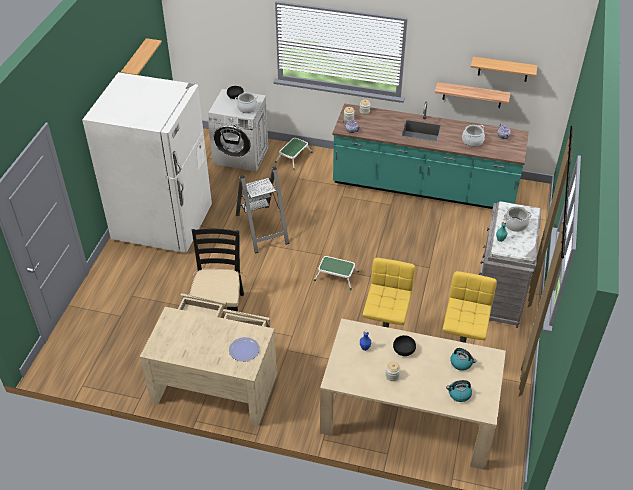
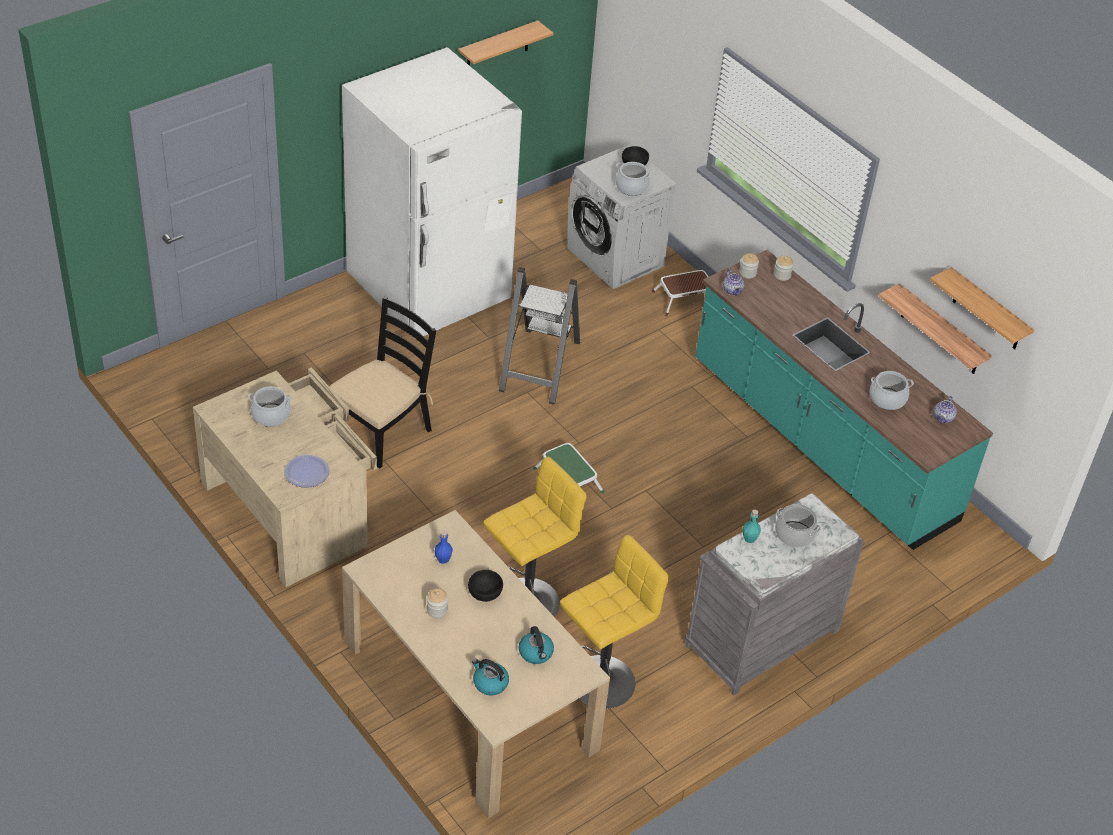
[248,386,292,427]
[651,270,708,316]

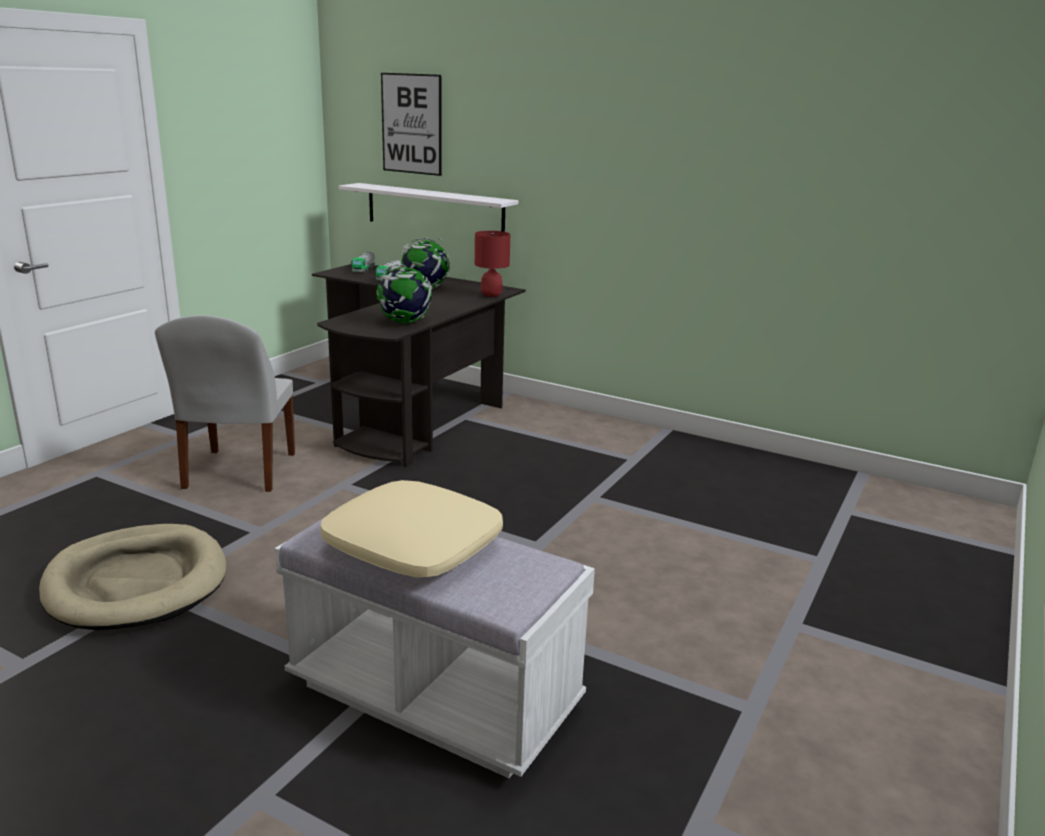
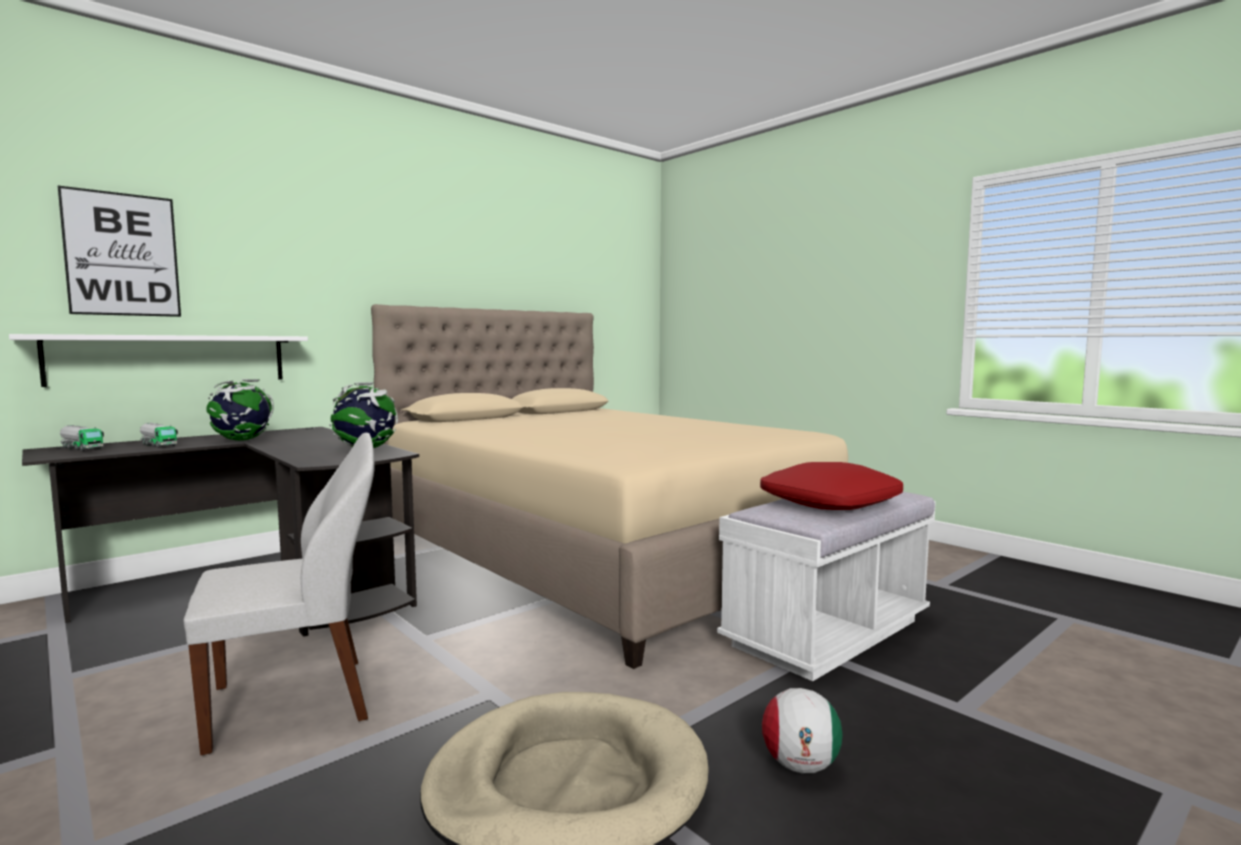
[475,231,510,297] (first image)
[371,304,848,669]
[762,688,843,773]
[760,462,903,510]
[184,433,375,755]

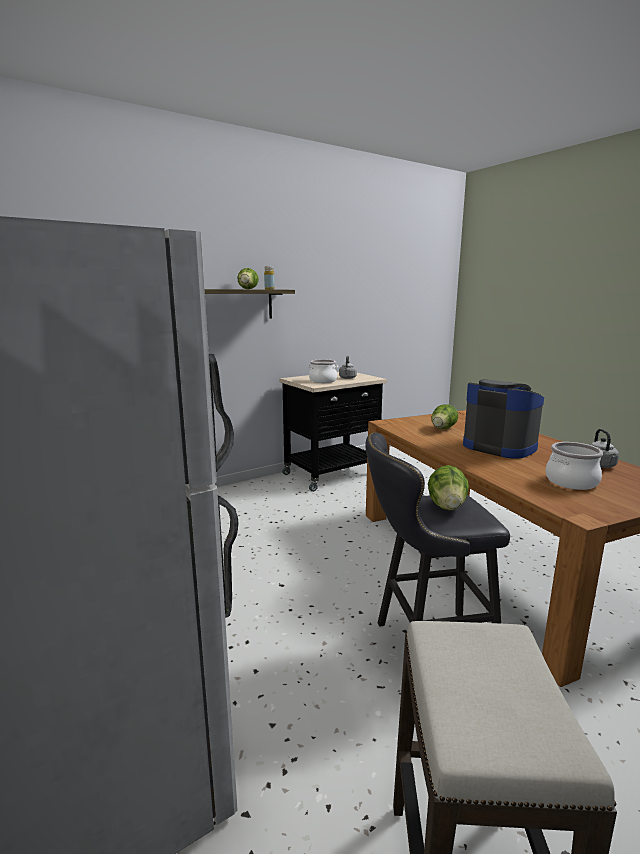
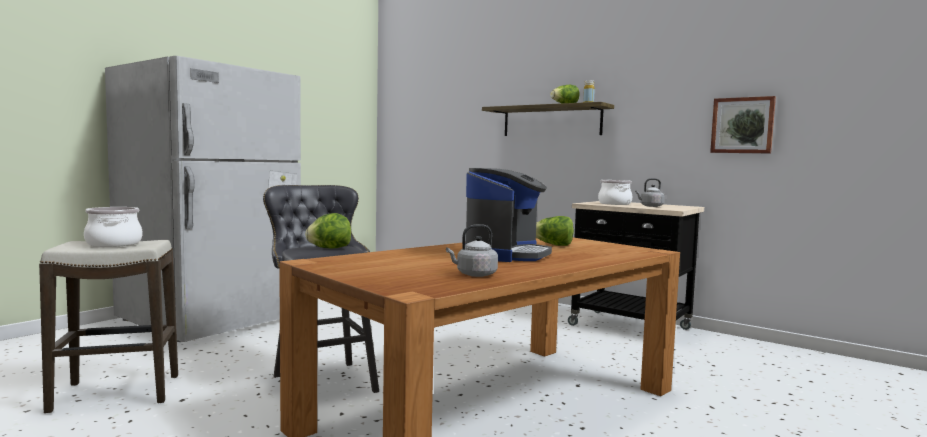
[710,96,776,153]
[84,207,143,247]

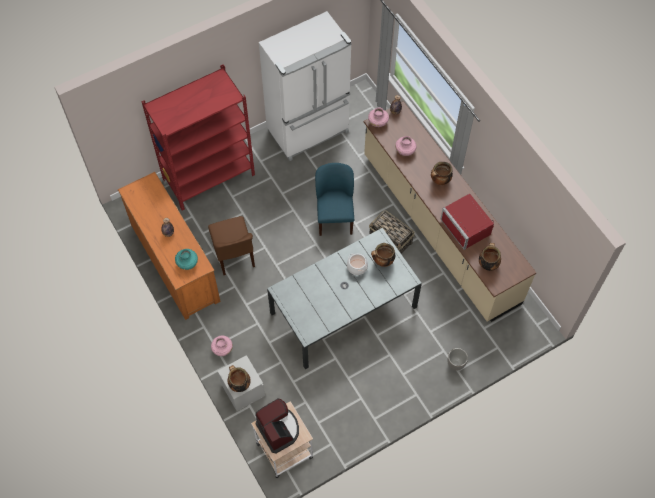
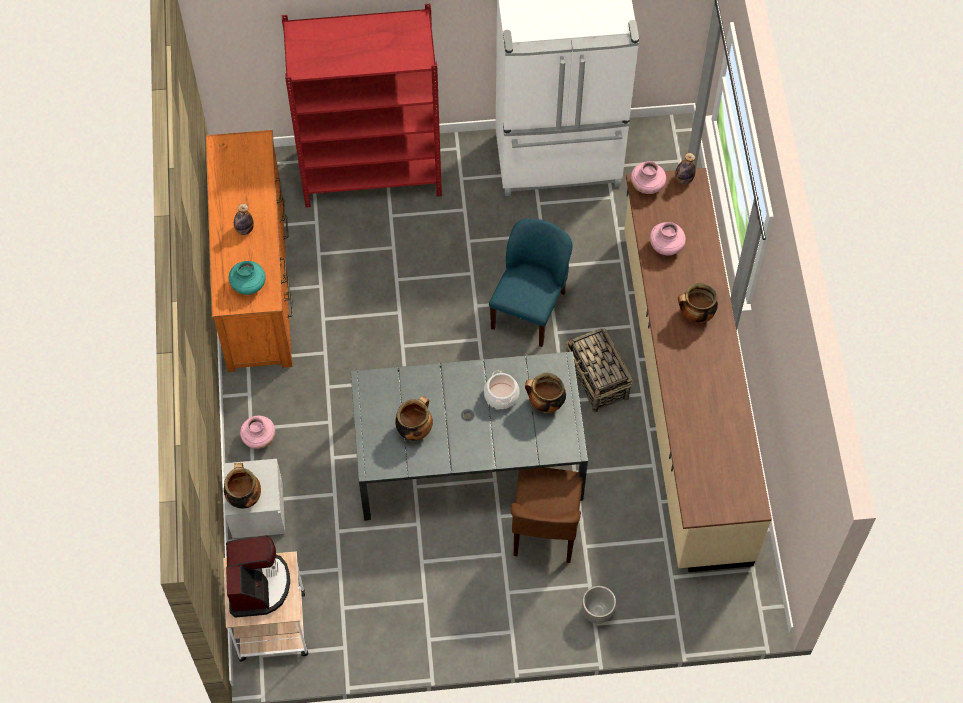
[440,193,494,250] (first image)
[511,467,583,563]
[395,396,433,441]

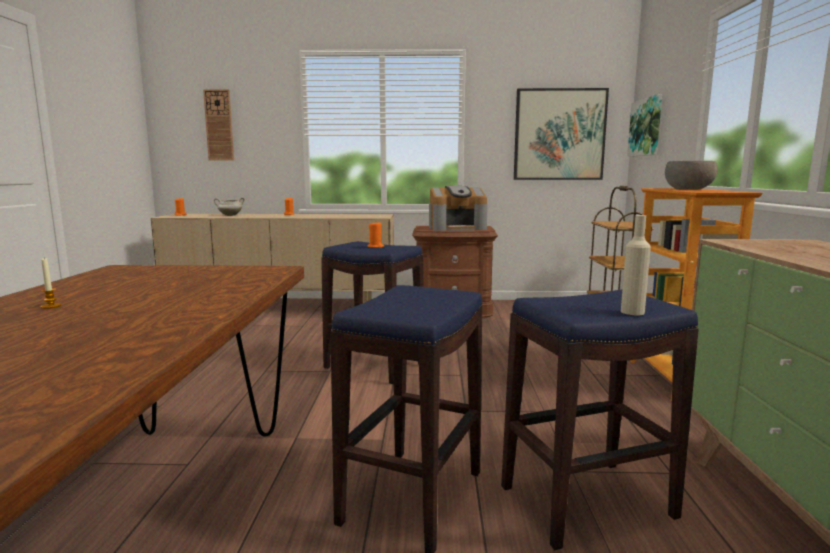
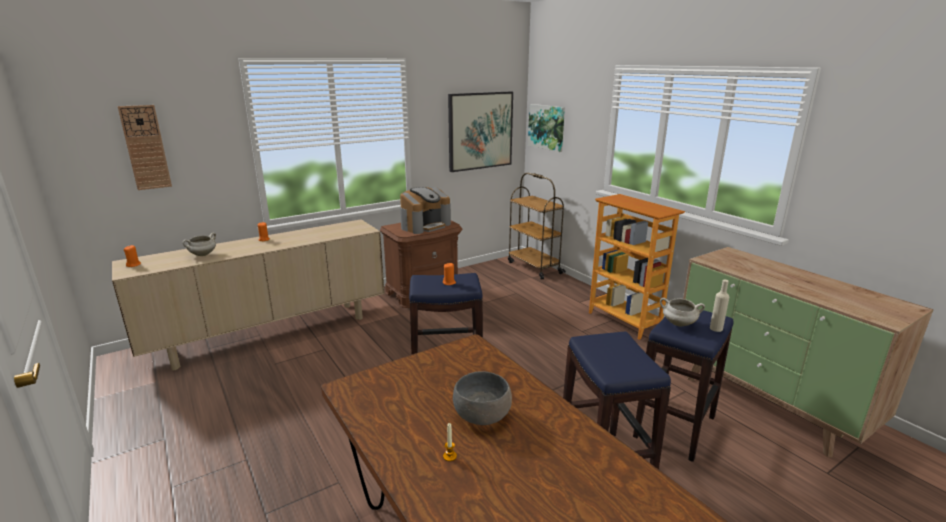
[660,298,705,327]
[453,371,512,425]

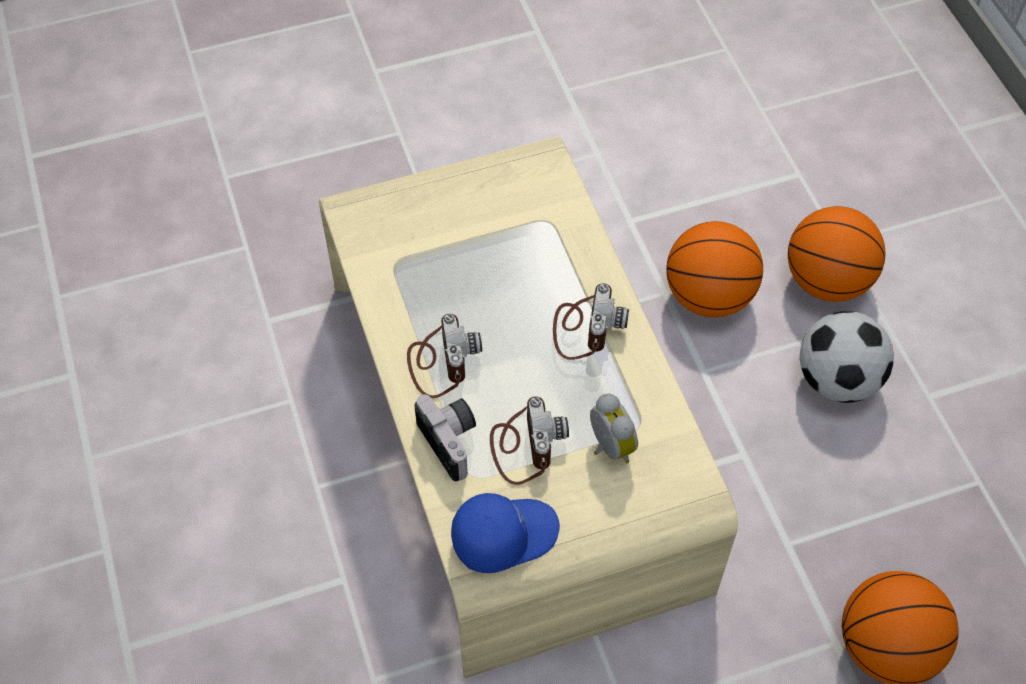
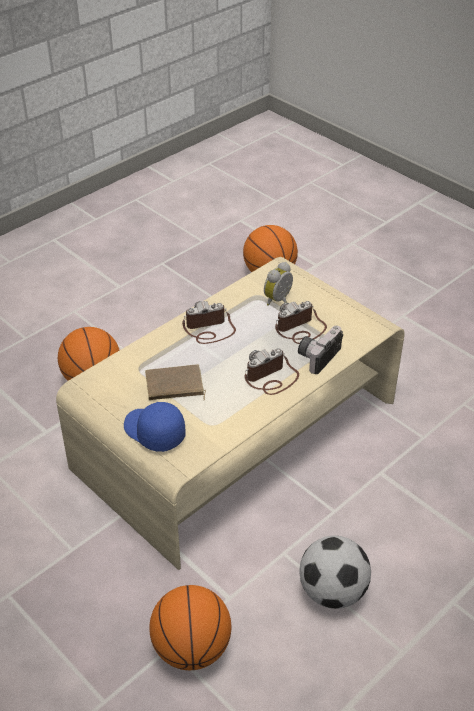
[145,364,206,401]
[124,402,186,452]
[149,585,231,670]
[299,535,371,609]

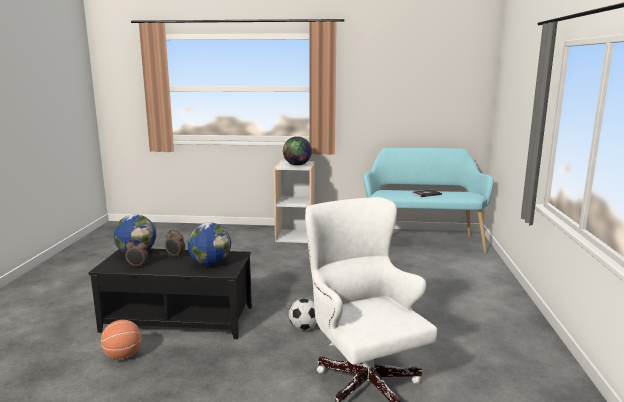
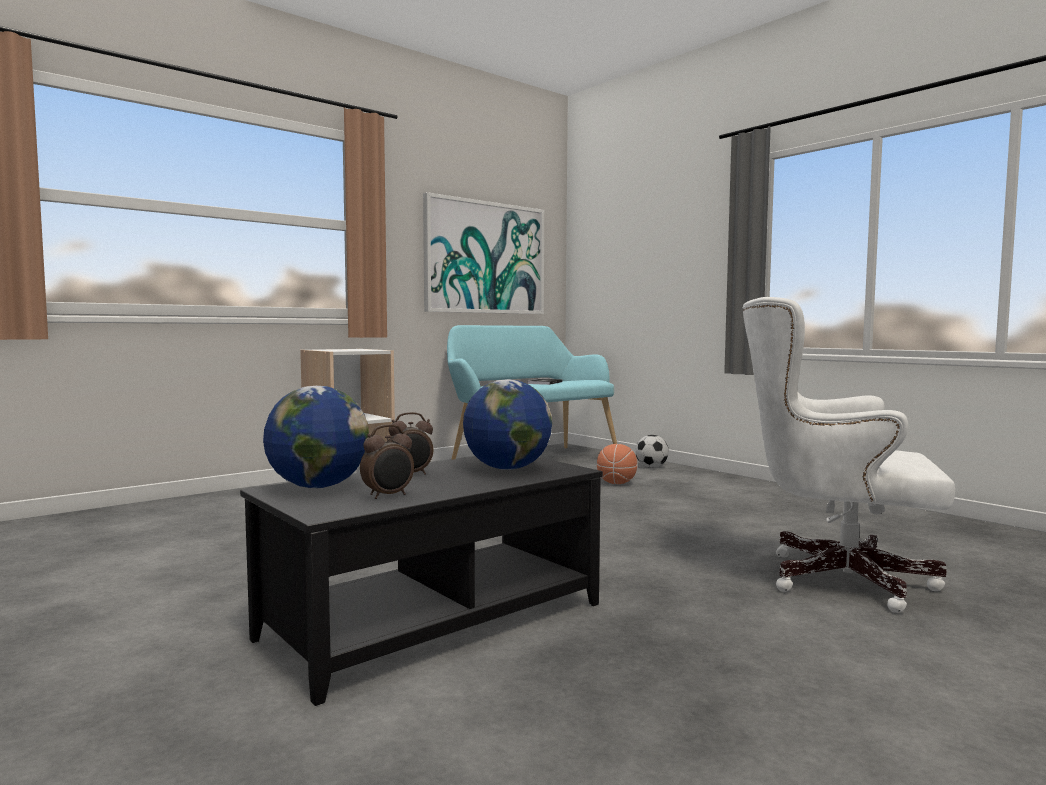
[283,136,312,166] (first image)
[423,192,544,314]
[597,444,637,484]
[635,435,669,468]

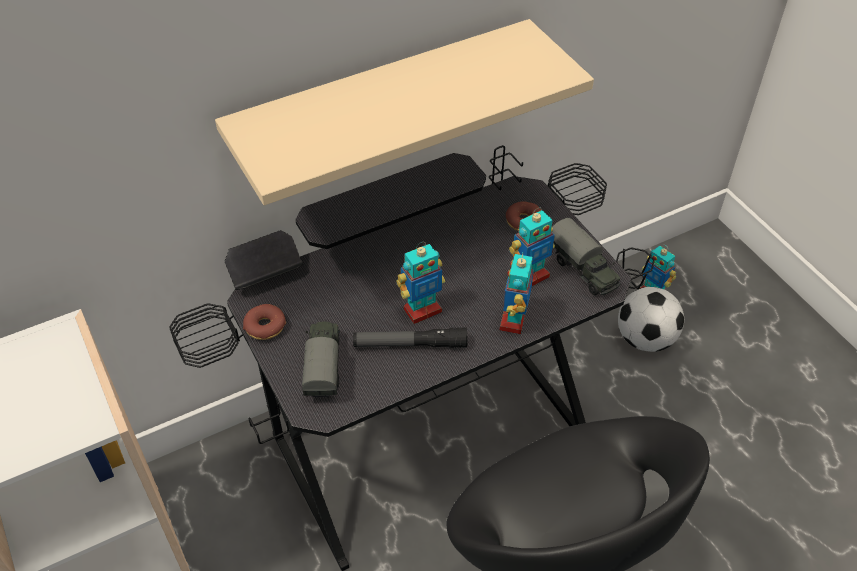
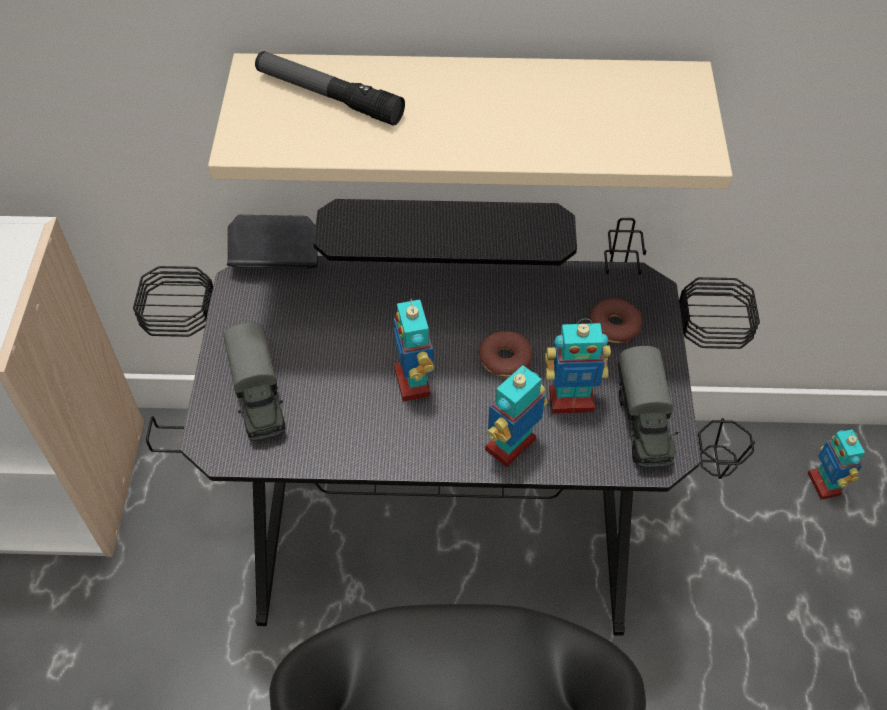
[618,287,684,352] (first image)
[478,331,532,377]
[255,51,405,126]
[223,322,285,441]
[394,299,434,402]

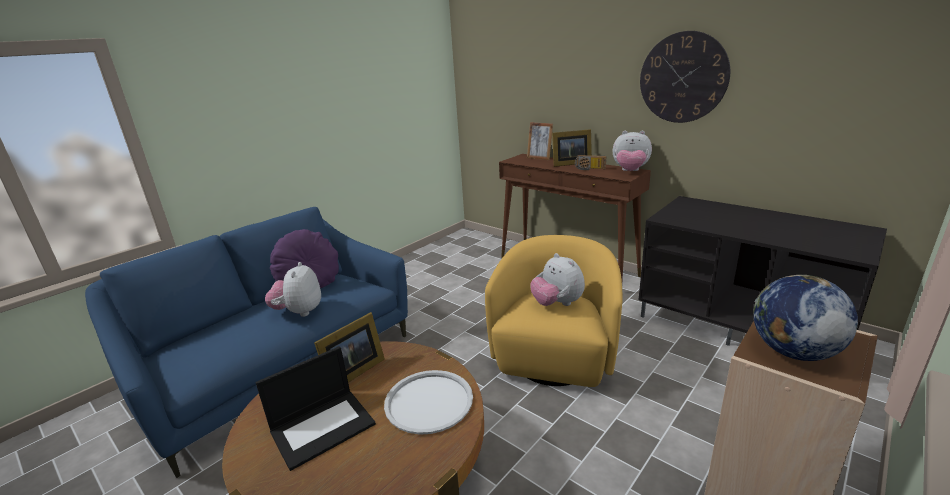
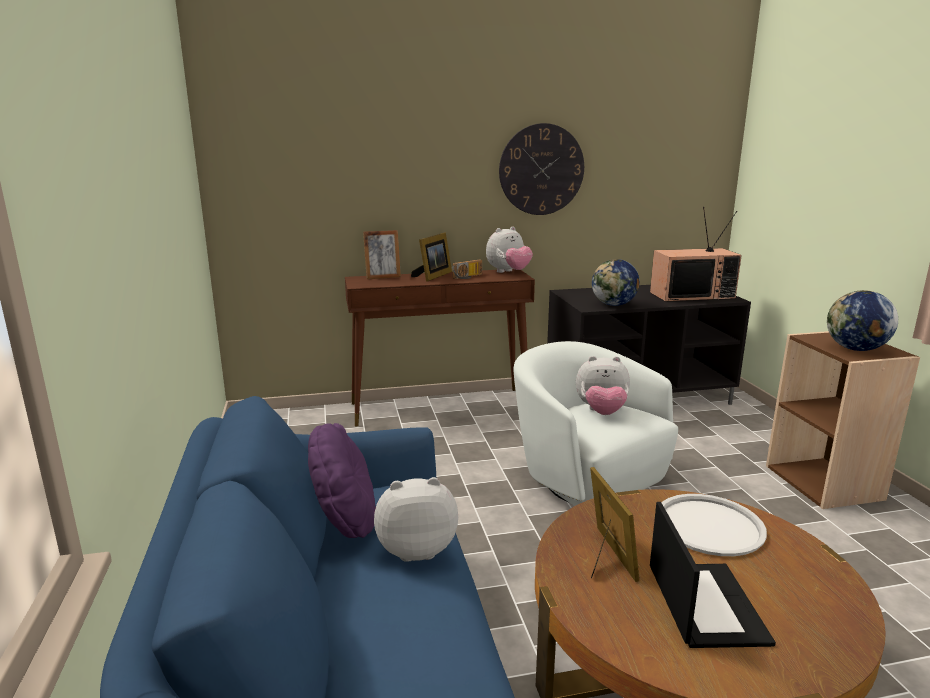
[592,259,640,306]
[650,207,742,302]
[514,341,678,506]
[374,477,458,562]

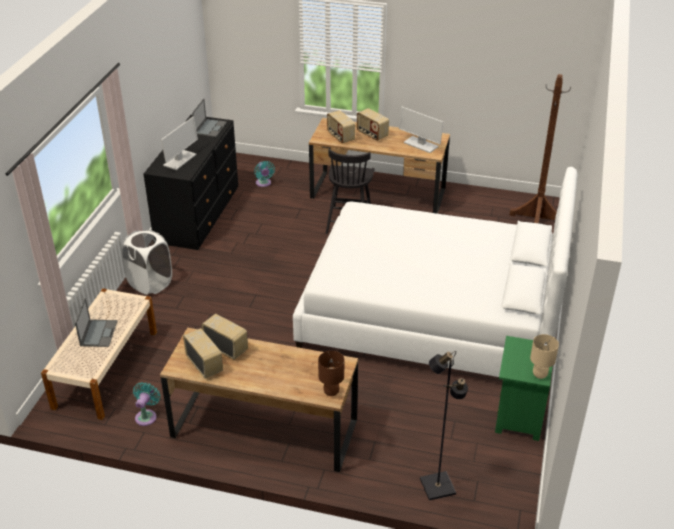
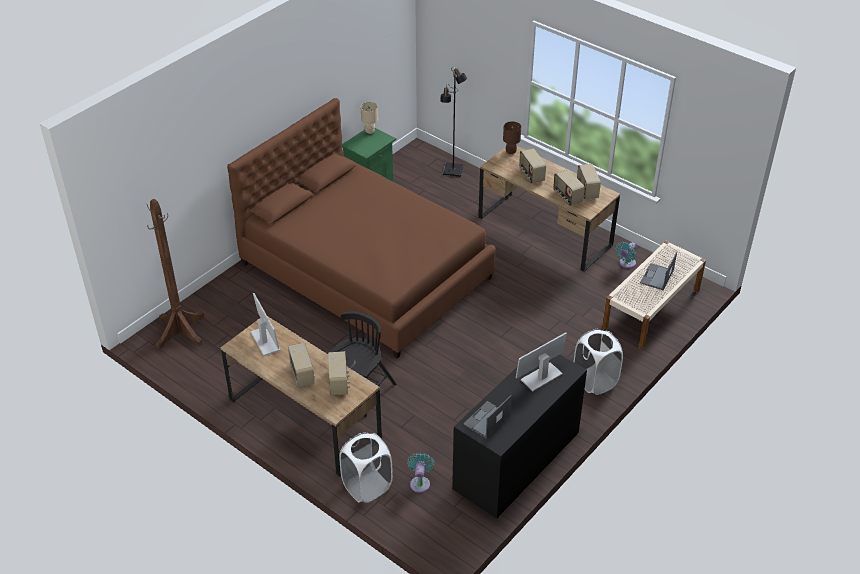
[339,432,393,503]
[519,148,546,184]
[227,98,495,358]

